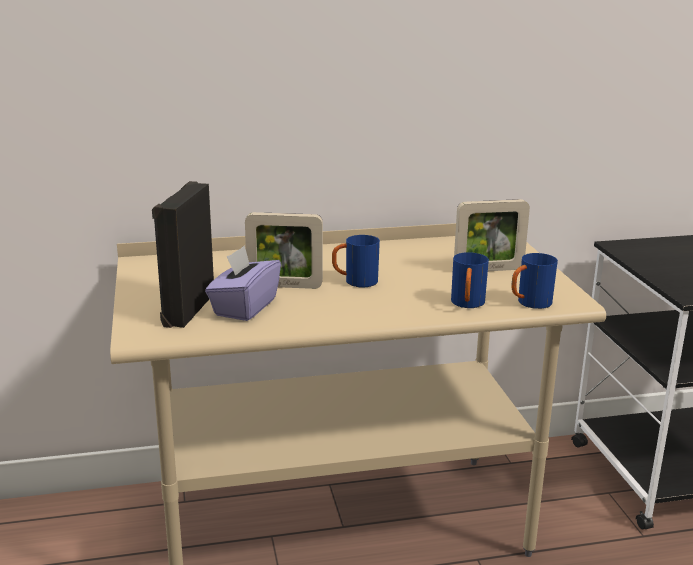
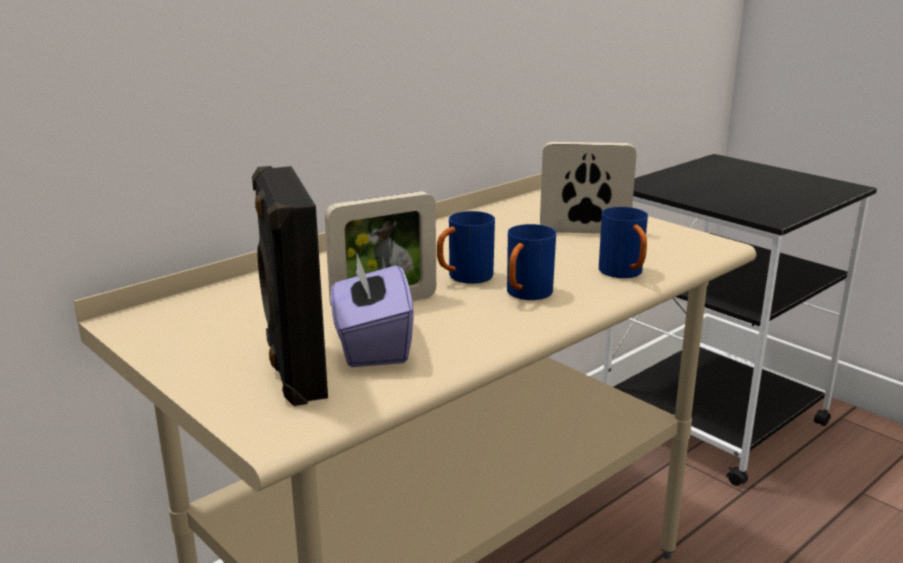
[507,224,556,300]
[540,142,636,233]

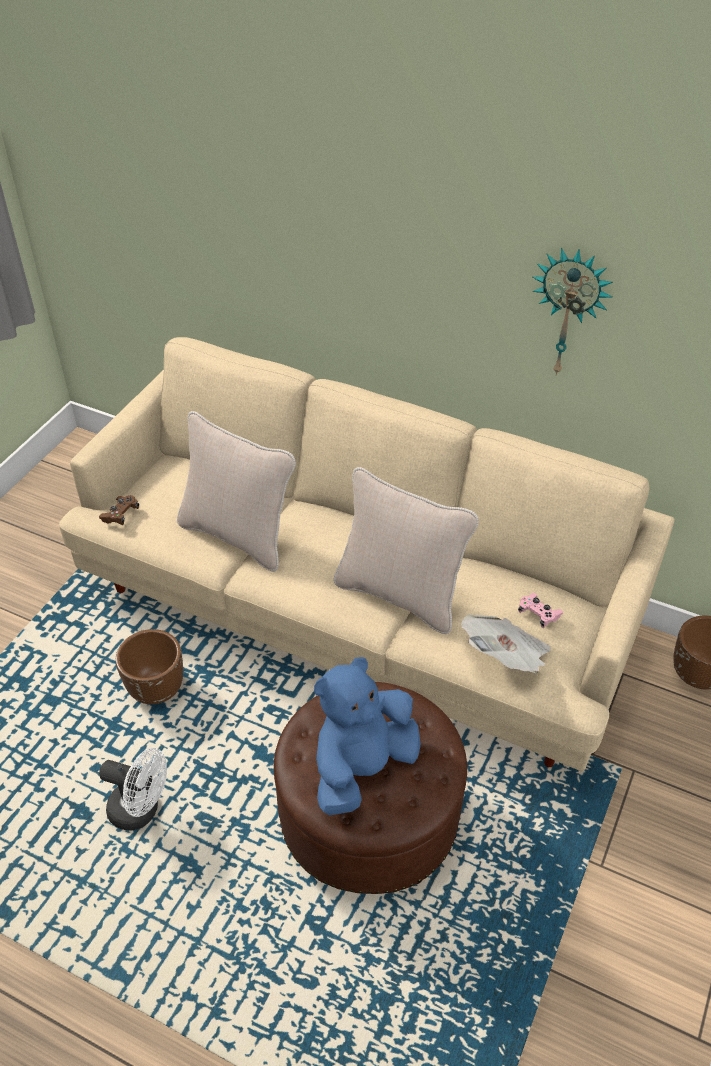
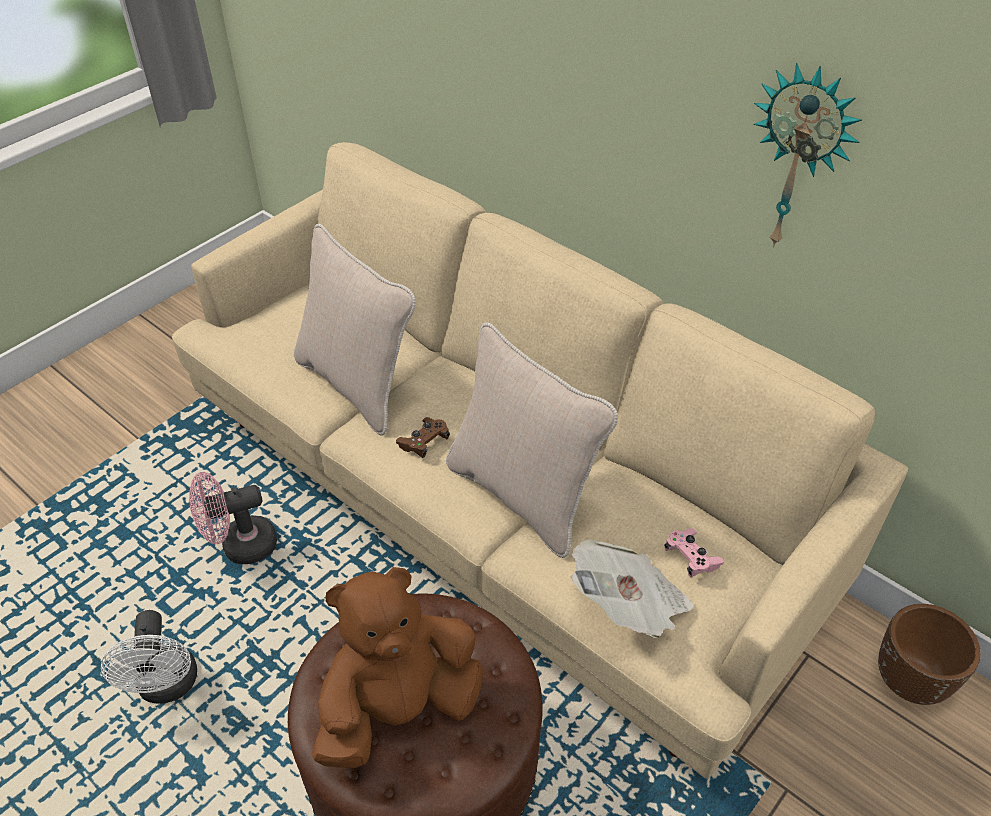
[396,417,450,458]
[189,472,277,564]
[312,567,483,768]
[101,610,197,704]

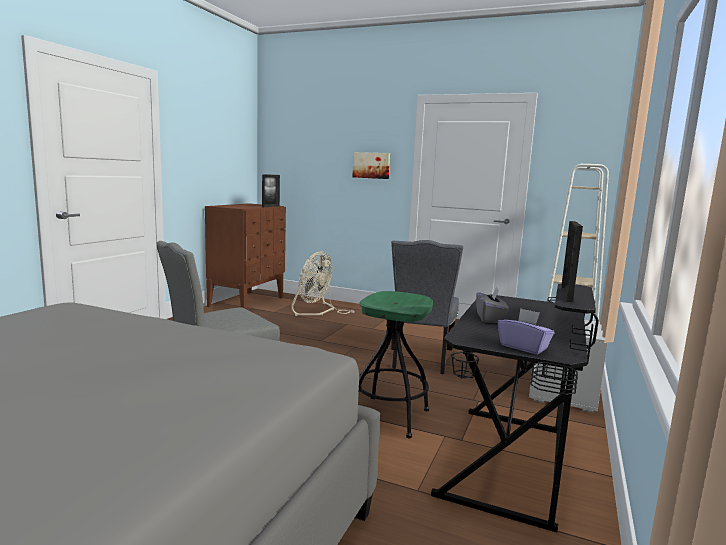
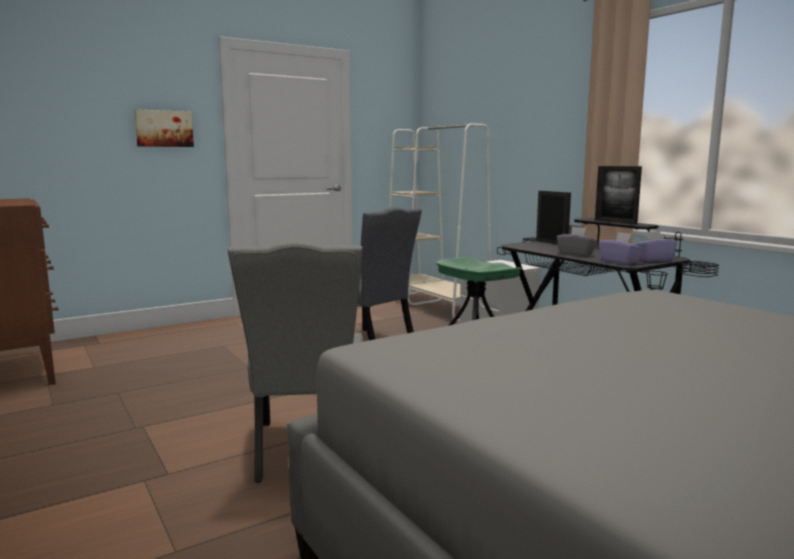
[291,251,355,316] (first image)
[599,232,644,265]
[536,191,571,245]

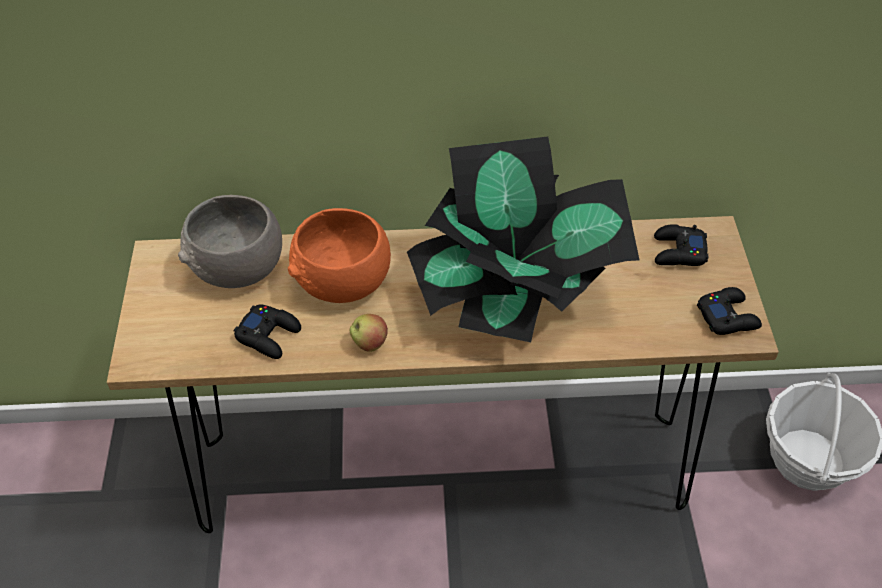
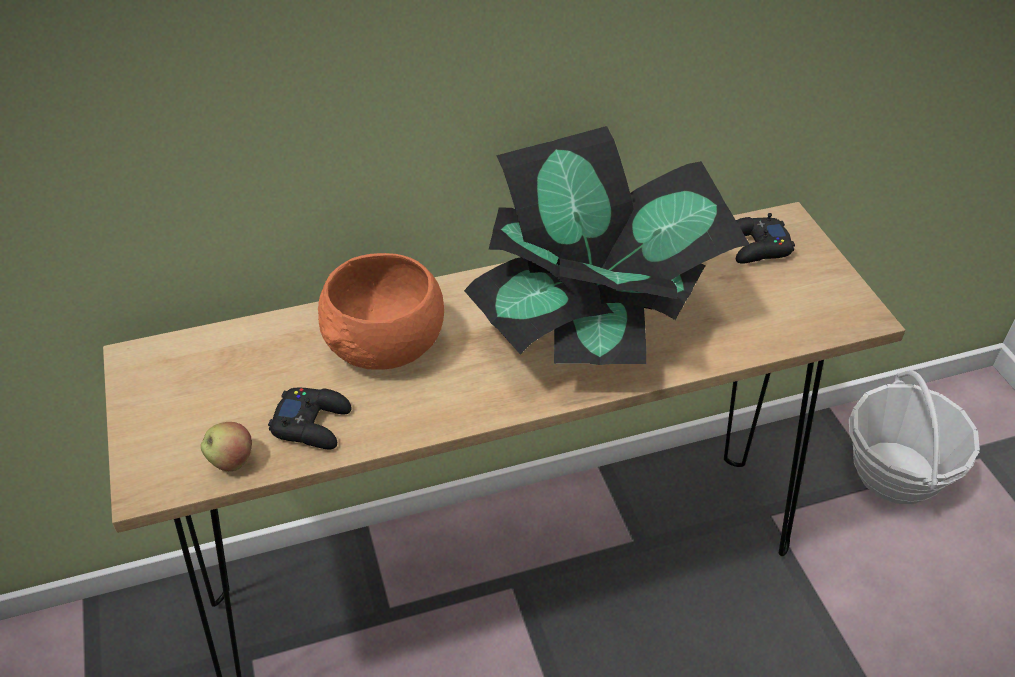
[178,195,282,288] (first image)
[697,287,762,335] (first image)
[201,422,252,471]

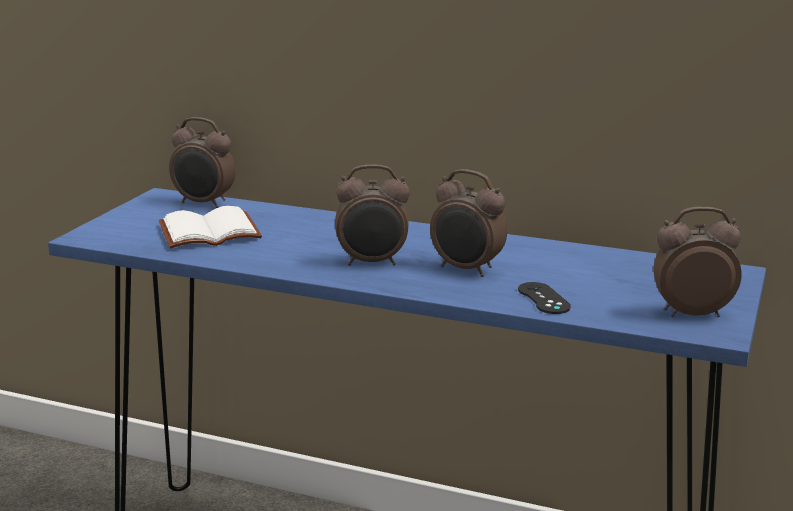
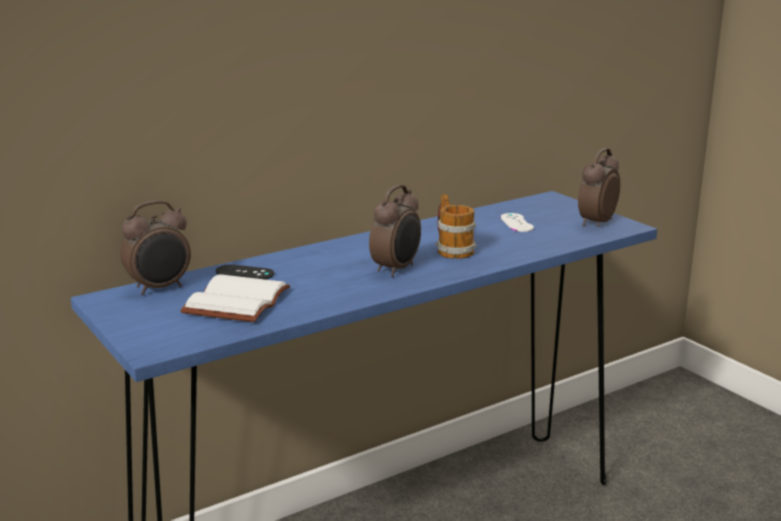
[500,213,534,232]
[216,264,274,279]
[436,194,477,259]

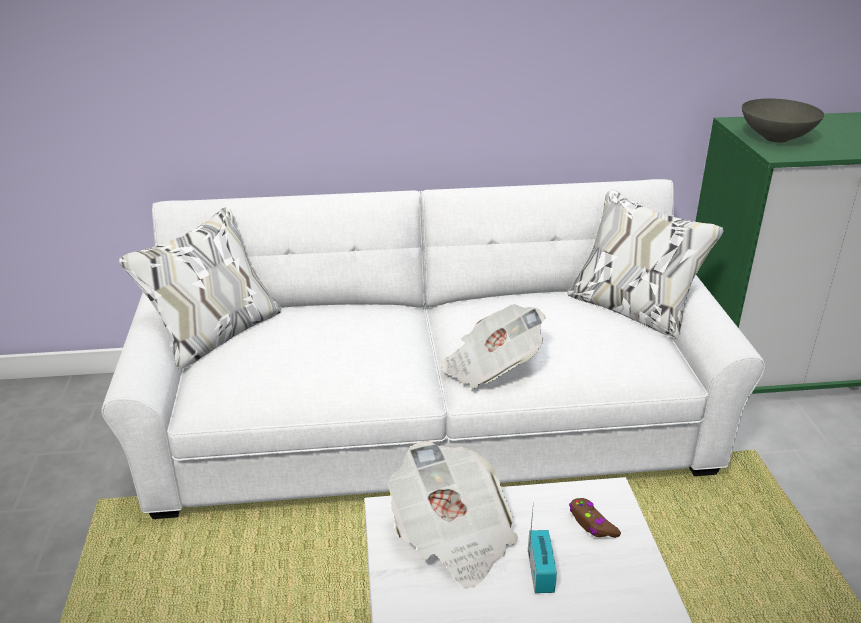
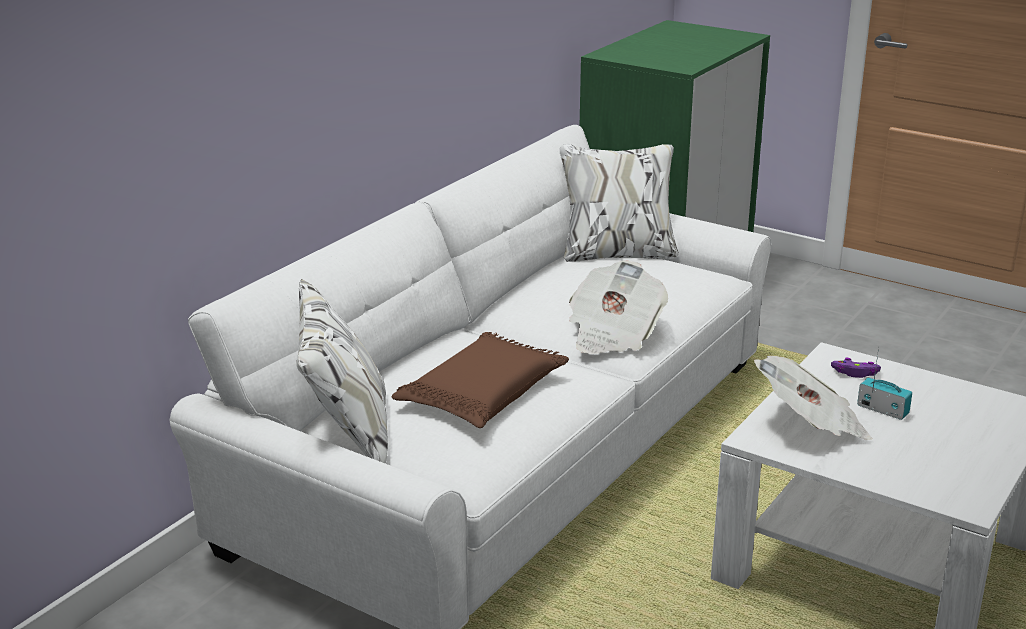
[742,98,824,142] (first image)
[392,332,569,428]
[831,358,881,378]

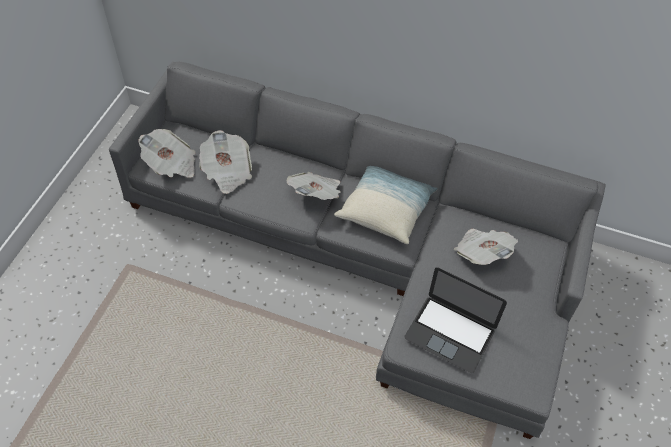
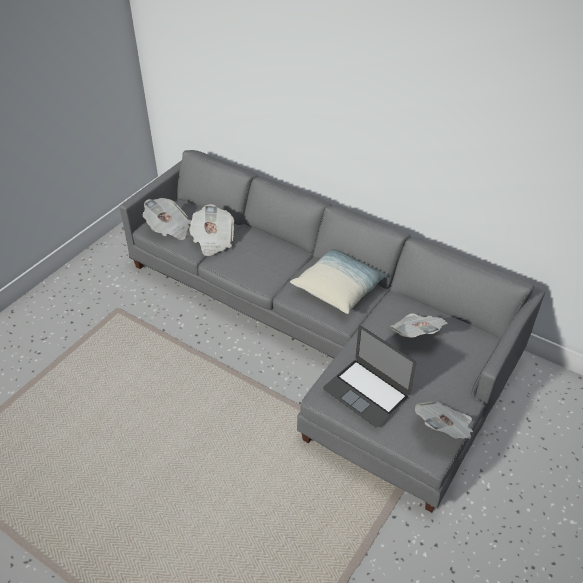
[415,402,473,439]

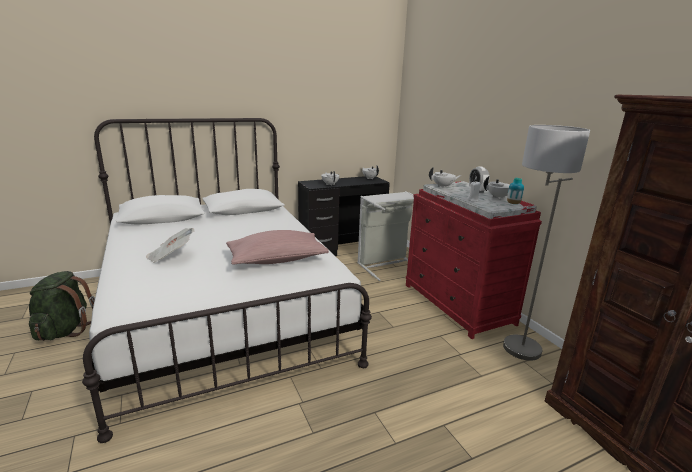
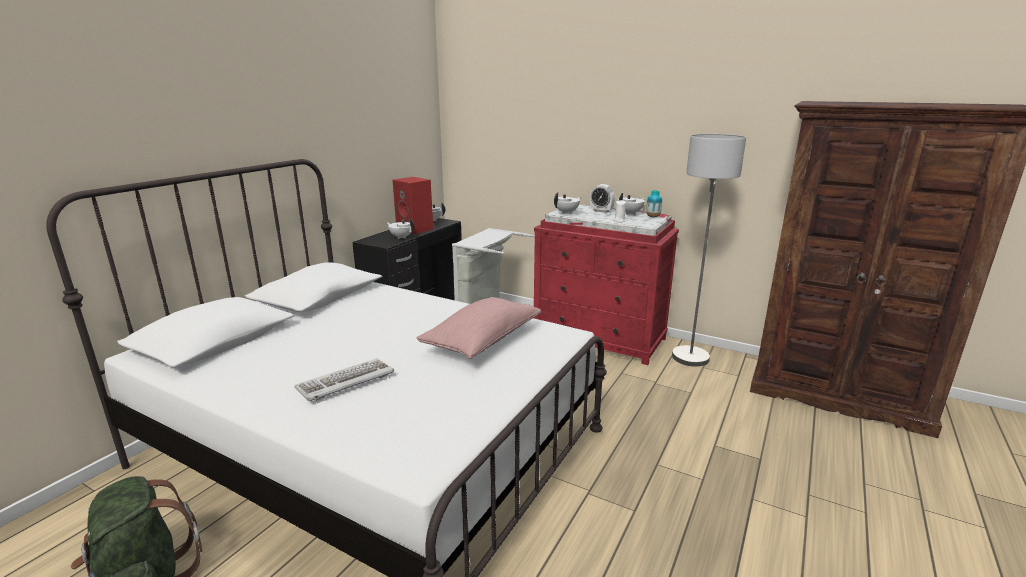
[392,177,433,234]
[295,359,394,403]

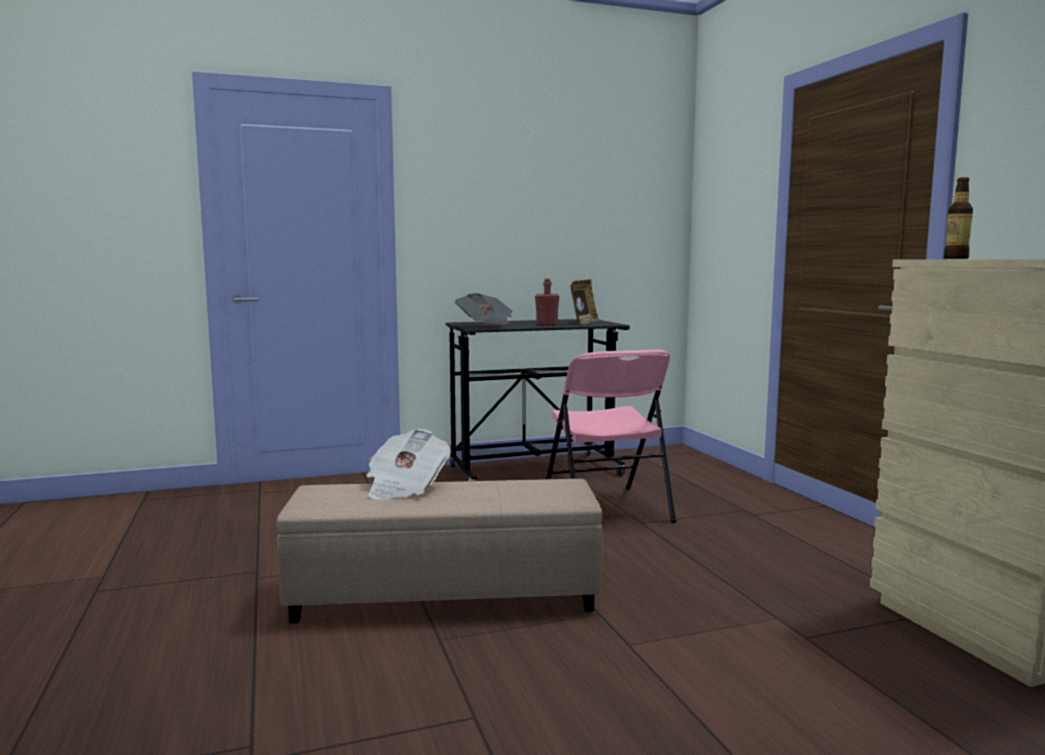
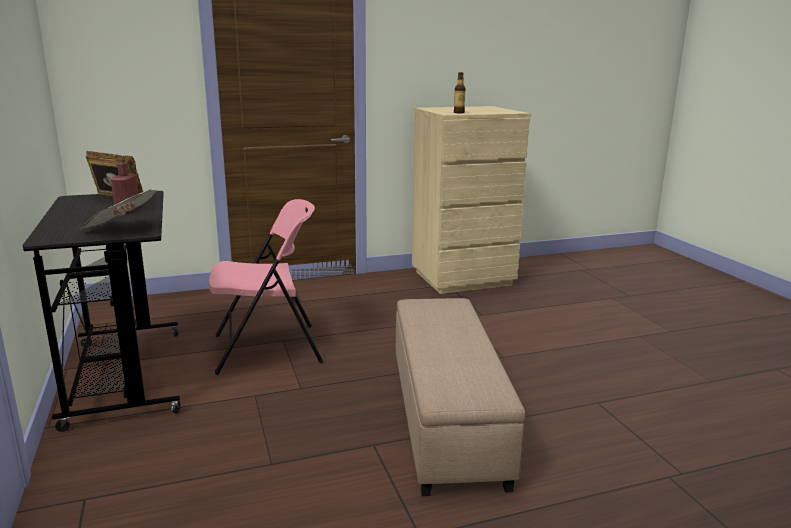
[366,429,451,500] (first image)

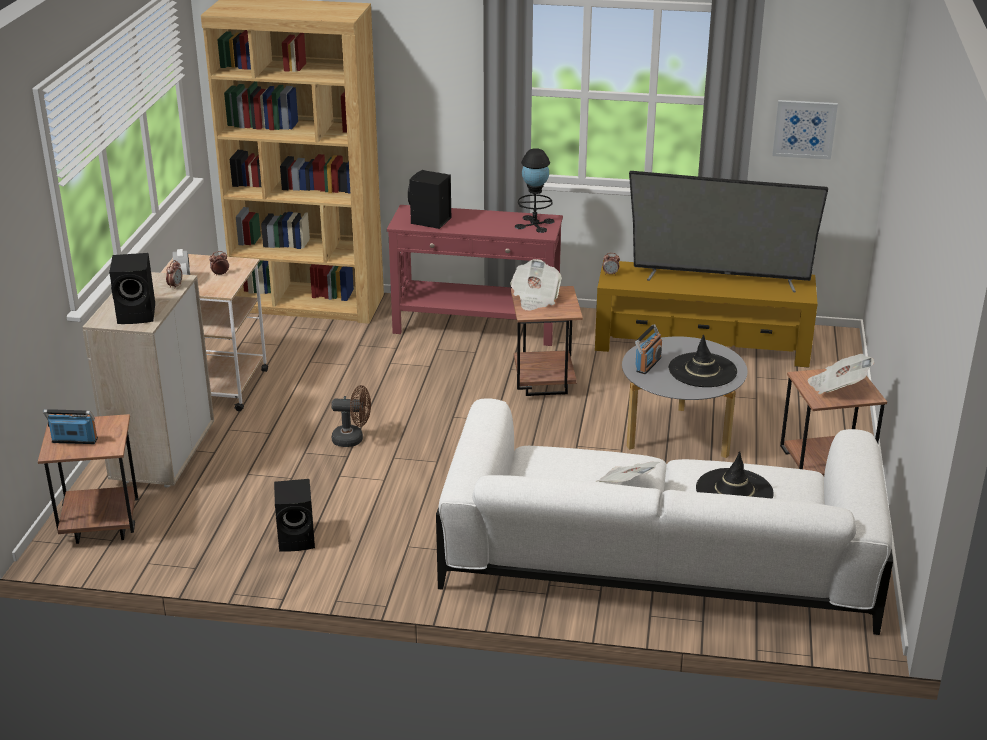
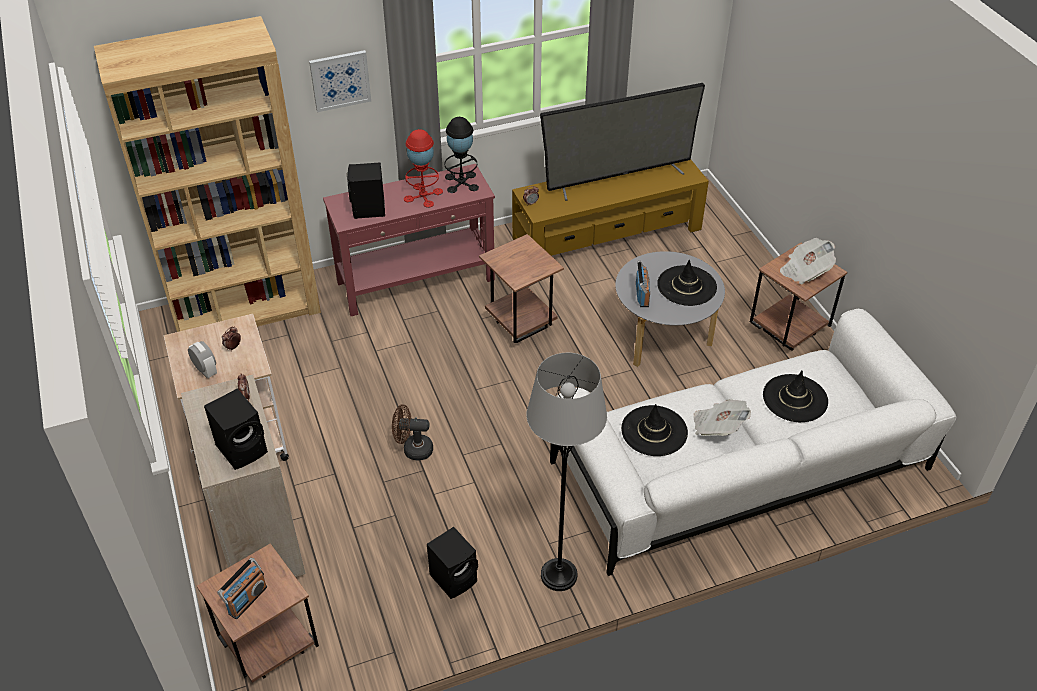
[510,259,562,310] (first image)
[404,129,443,208]
[526,353,607,591]
[621,404,688,456]
[309,50,371,112]
[217,558,267,619]
[392,404,433,460]

